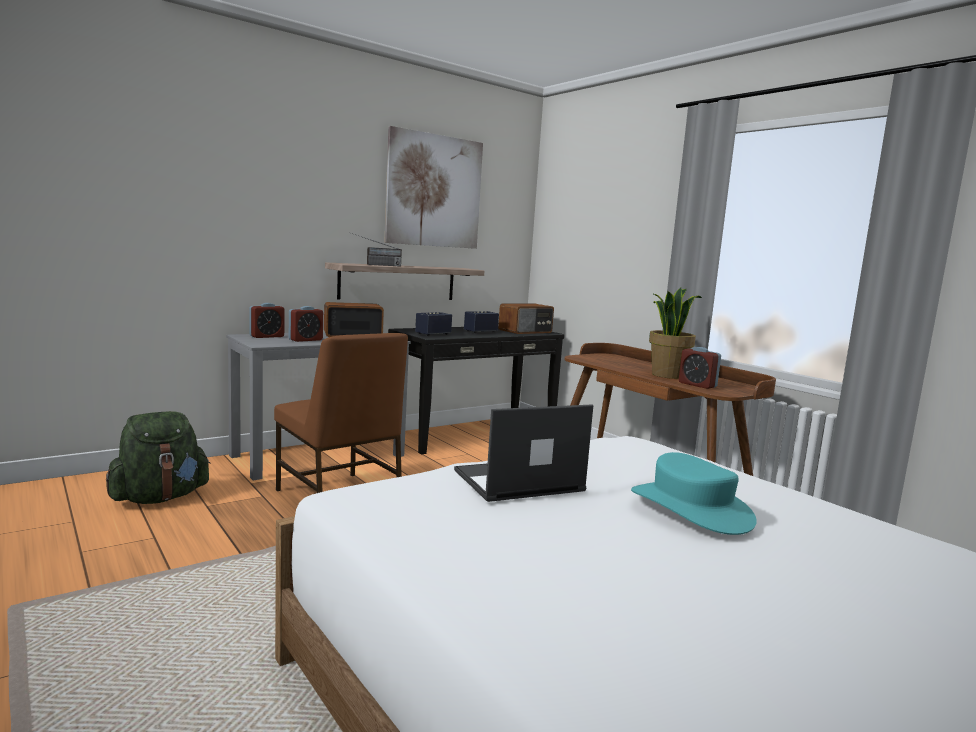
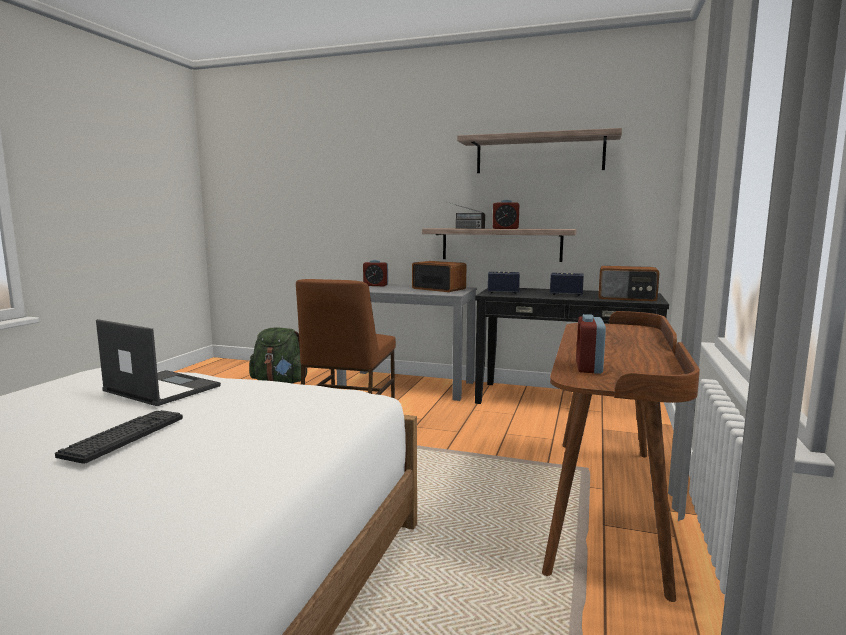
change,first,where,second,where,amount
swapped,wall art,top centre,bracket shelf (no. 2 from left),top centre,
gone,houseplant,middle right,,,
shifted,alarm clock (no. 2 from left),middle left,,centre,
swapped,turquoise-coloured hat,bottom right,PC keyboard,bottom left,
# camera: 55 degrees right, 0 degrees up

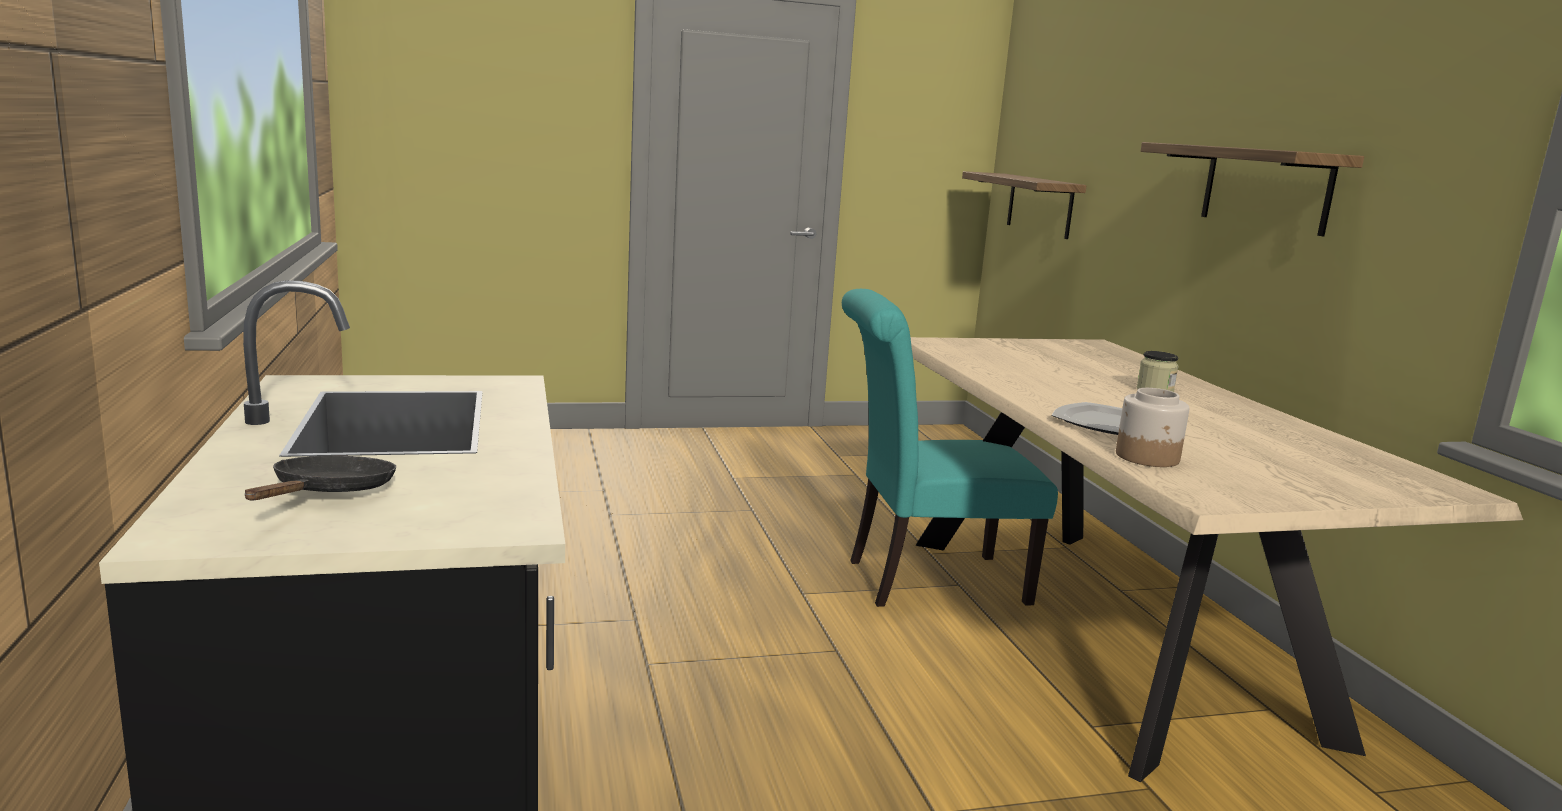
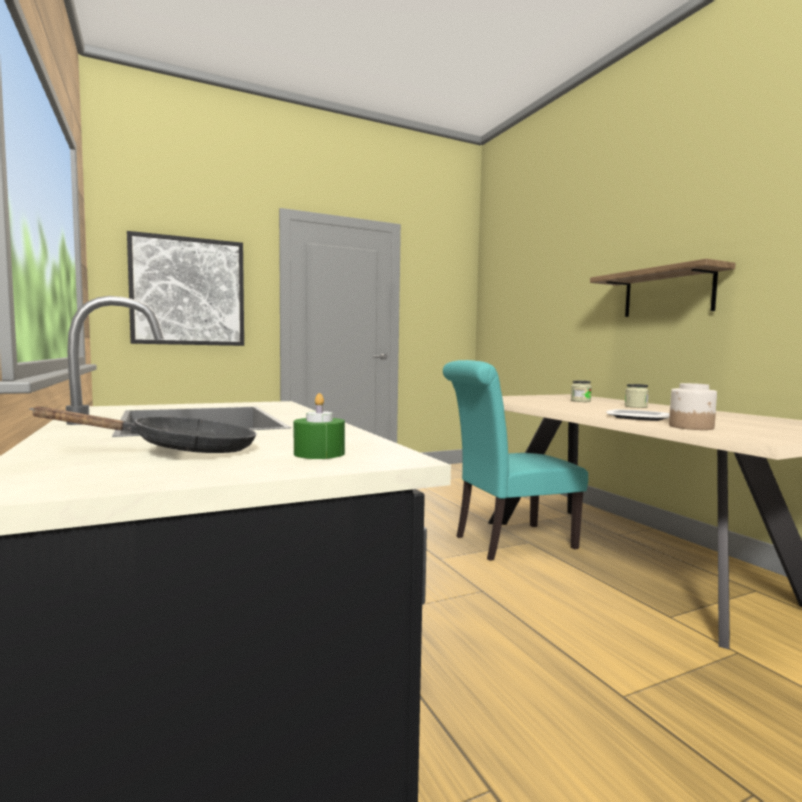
change,first,where,second,where,amount
gone,bracket shelf (no. 1 from left),top centre,,,
rotated,blackish pan,middle left,,middle left,75 degrees clockwise
new,,,wall art,middle left,
new,,,storage jar (no. 1 from left),middle right,
new,,,greenish wax light,centre,
# camera: 10 degrees left, 10 degrees down

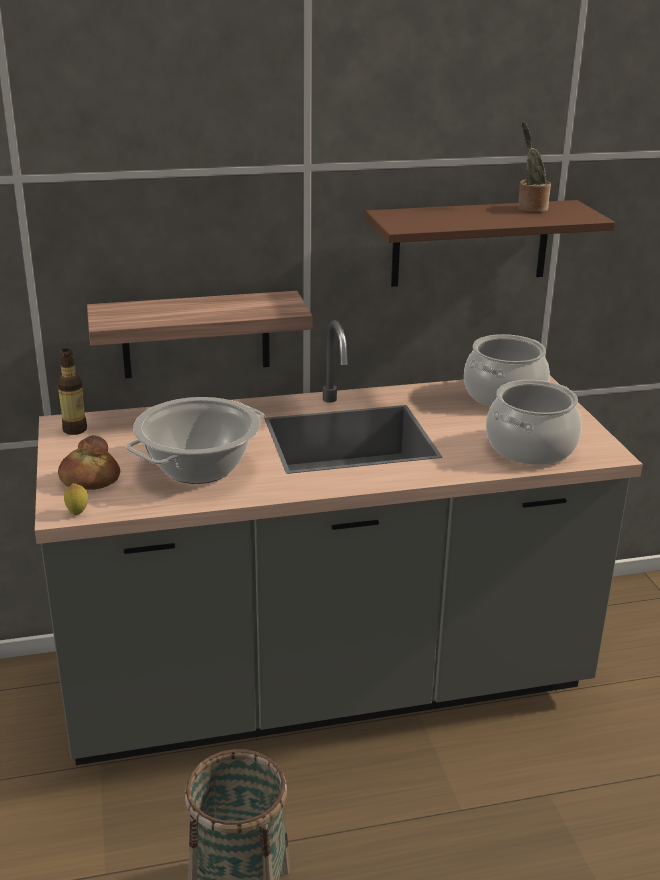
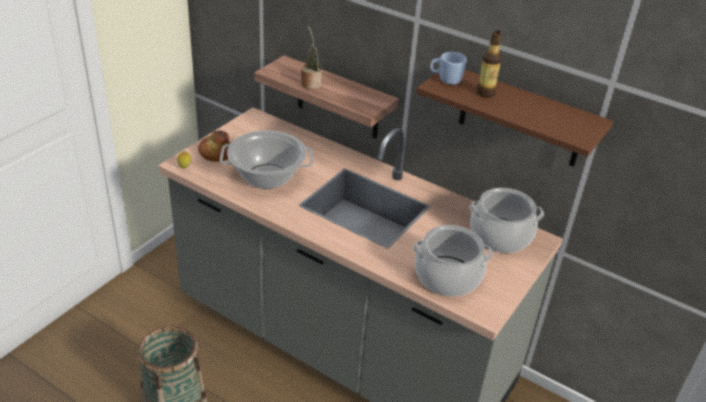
change,first,where,second,where,amount
shifted,houseplant,top right,,top centre,
shifted,drink bottle,middle left,,top right,
new,,,blue tea mug,top centre,
# camera: 45 degrees right, 10 degrees up

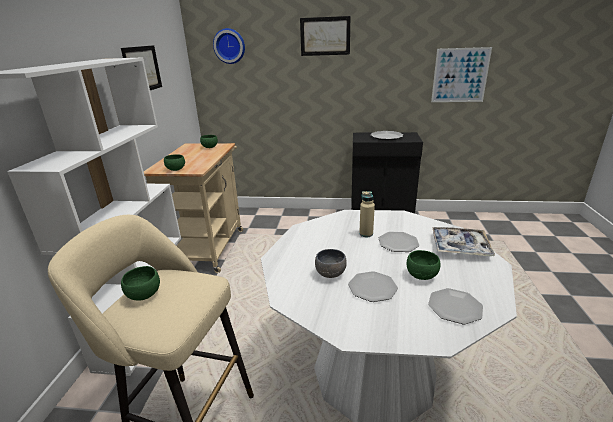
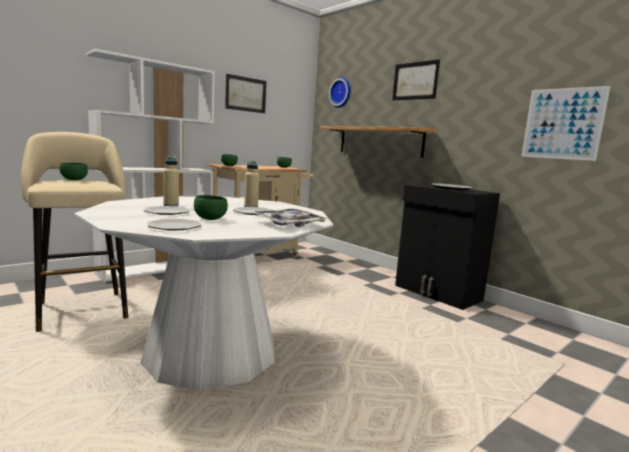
change,first,where,second,where,amount
swapped,grey bowl,centre,sand-coloured drink bottle (no. 1 from left),middle left,
new,,,bracket shelf,top centre,
# camera: 40 degrees right, 15 degrees down

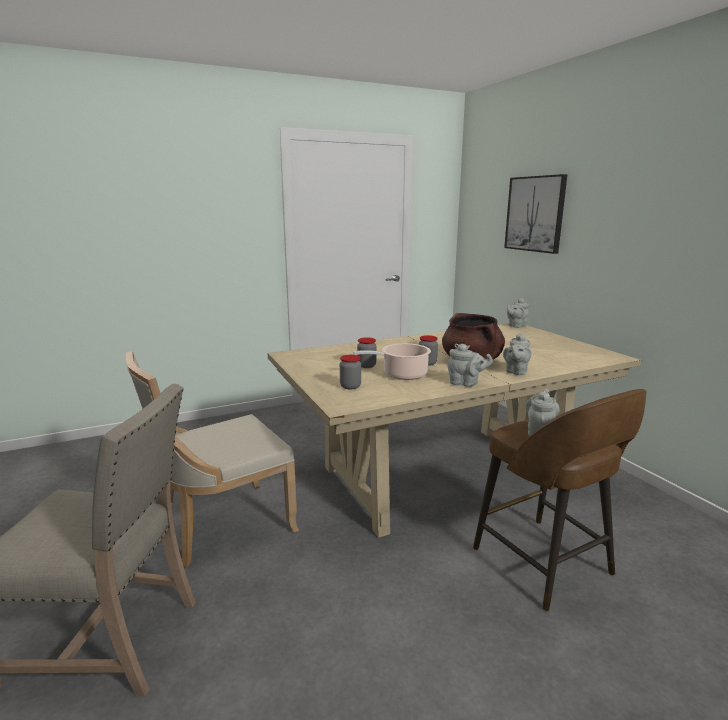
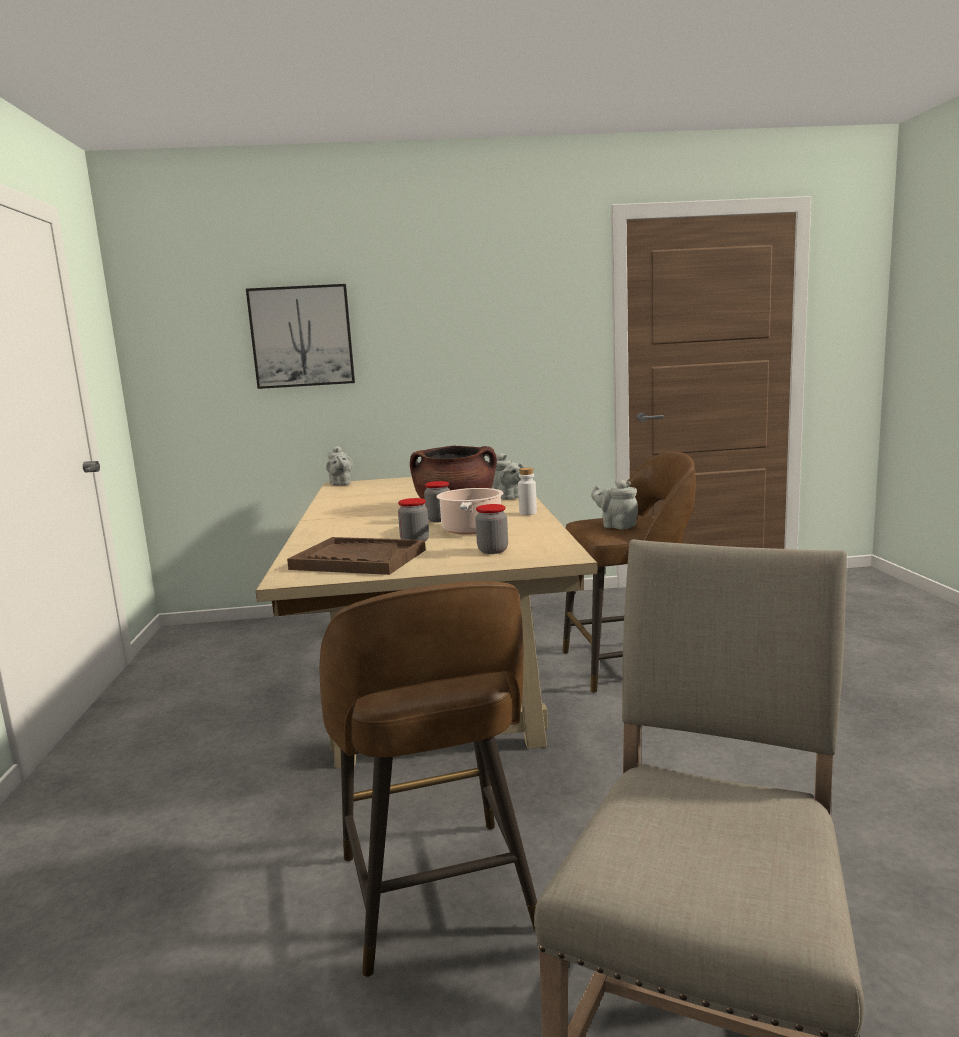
change,first,where,second,where,amount
swapped,grey teapot (no. 1 from left),centre,whitish drink bottle,centre,
swapped,sand-coloured plain chair (no. 2 from left),middle left,brownish stool seat (no. 1 from left),bottom centre,
new,,,brownish tray,centre,
# camera: 70 degrees left, 5 degrees down

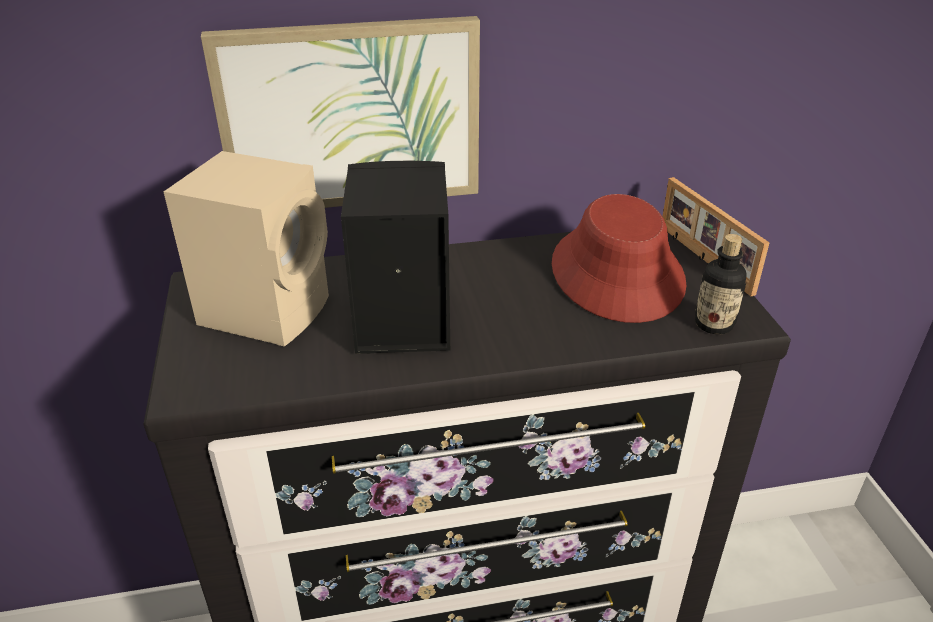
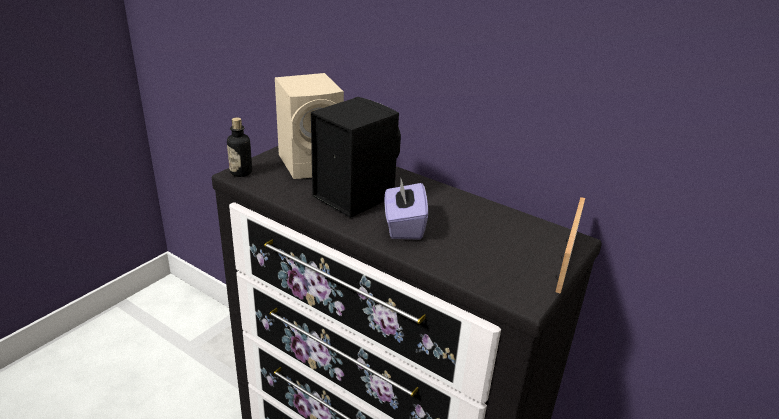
change,first,where,second,where,amount
gone,wall art,top centre,,,
gone,reddish hat,centre,,,
shifted,drink bottle,middle right,,middle left,
new,,,purple-coloured box of tissues,centre,
# camera: 45 degrees right, 5 degrees down

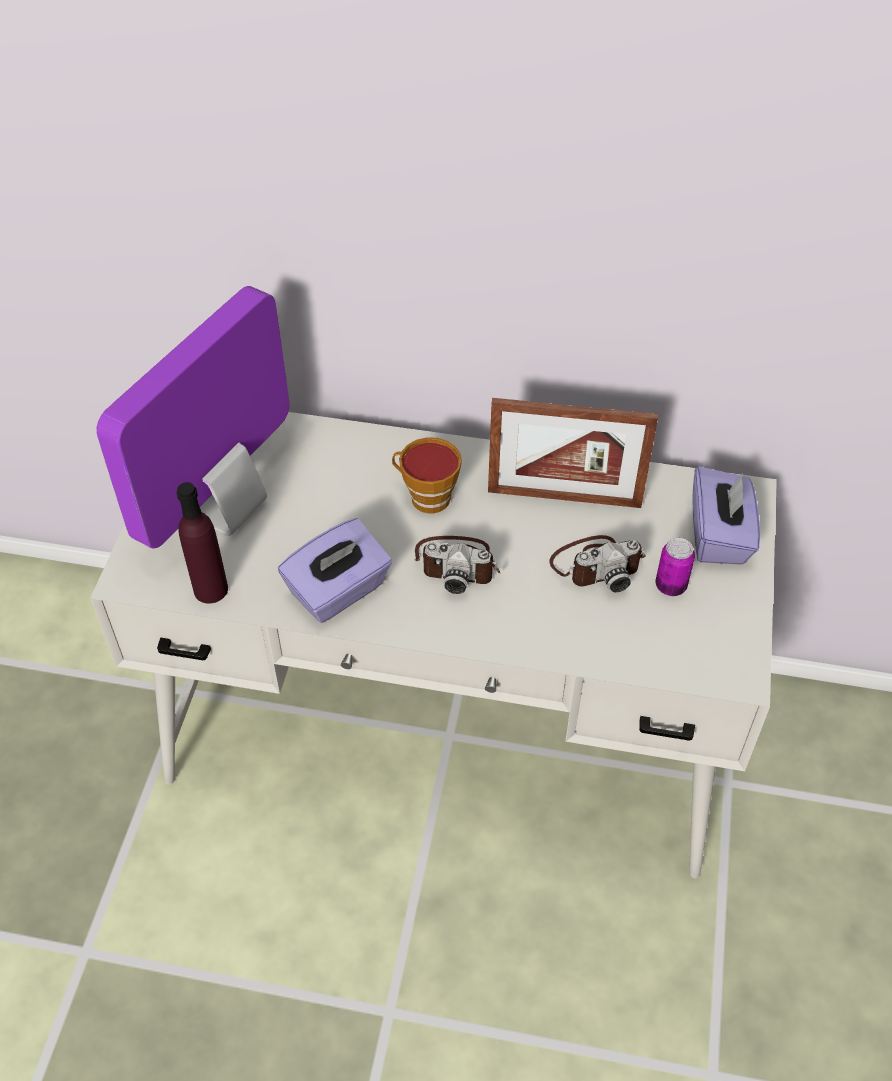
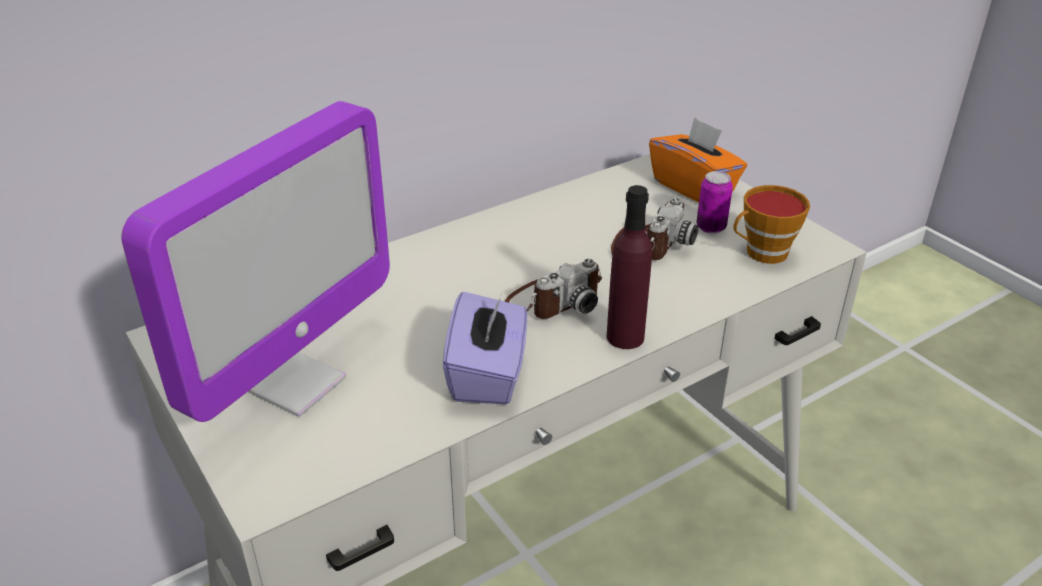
change,first,where,second,where,amount
rotated,computer display,middle left,,middle left,135 degrees counterclockwise
gone,photo frame,centre,,,
shifted,small cup,centre,,middle right,
repainted,purple-coloured box of tissues (no. 2 from left),middle right,orange box of tissues,top right,
shifted,purple-coloured drink bottle,middle left,,centre,
# camera: 45 degrees left, 15 degrees down

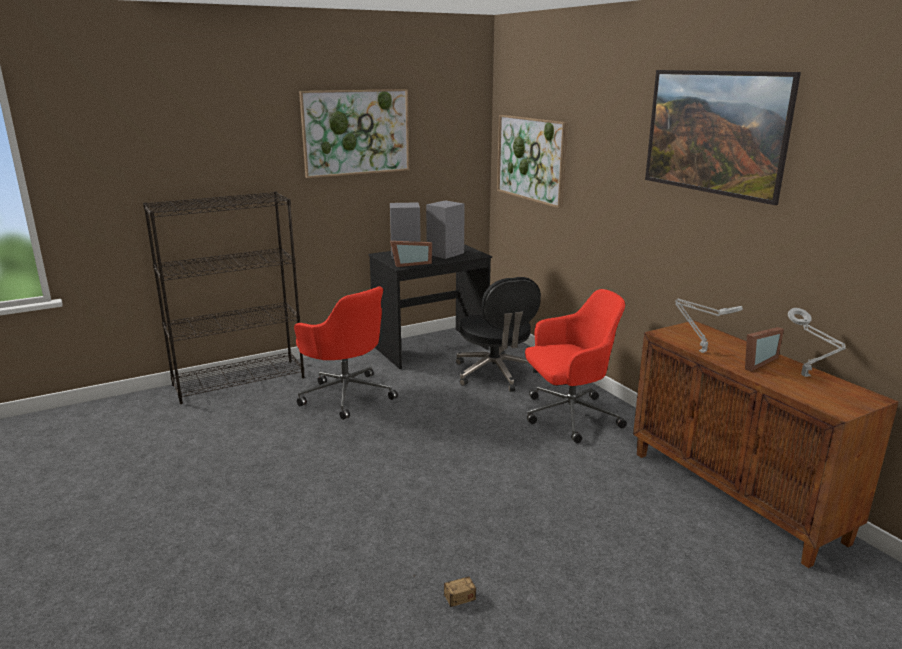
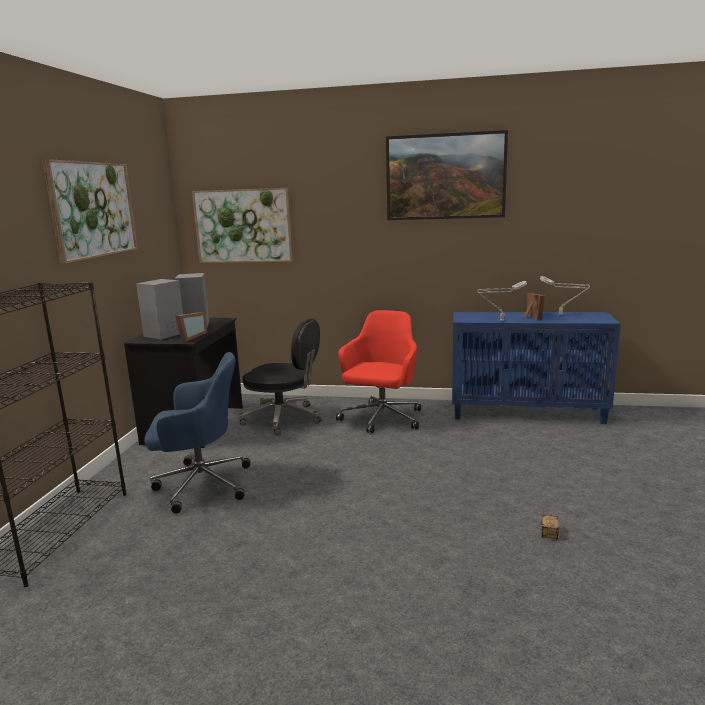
change,first,where,second,where,amount
repainted,reddish office chair (no. 1 from left),centre,blue office chair,middle left,
repainted,brownish storage cabinet,bottom right,blue storage cabinet,middle right,
# camera: 50 degrees left, 5 degrees down

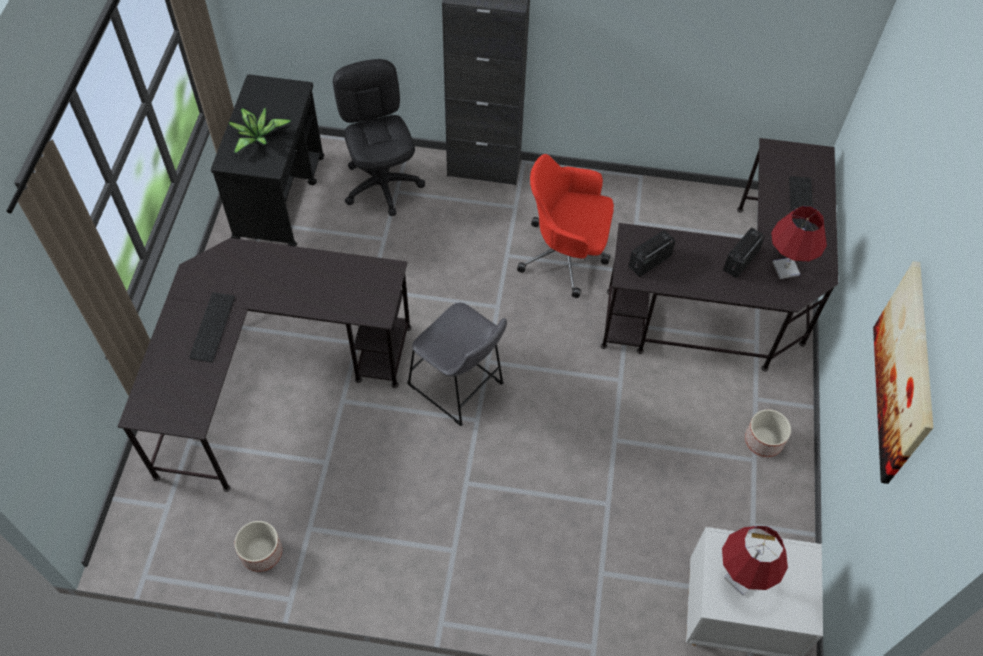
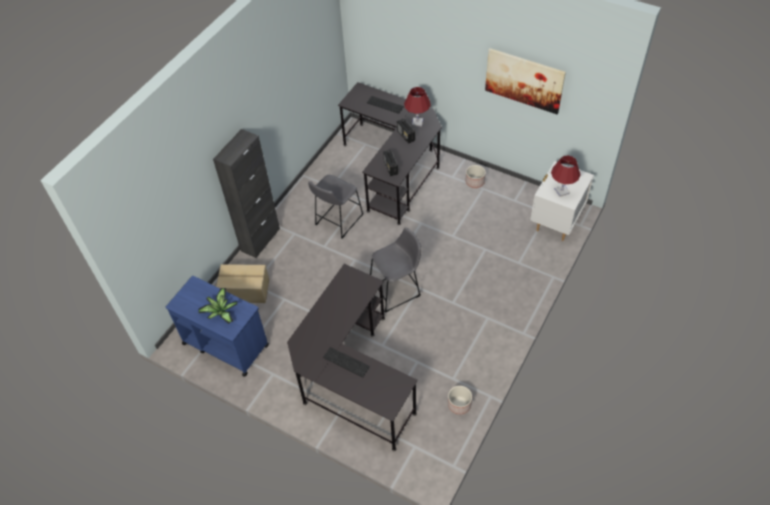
change,first,where,second,where,amount
swapped,blackish office chair,top centre,packing box,middle left,
repainted,blackish cart,top left,blue cart,middle left,
swapped,reddish office chair,centre,grey stool seat (no. 1 from left),centre,
# camera: 65 degrees left, 5 degrees down

